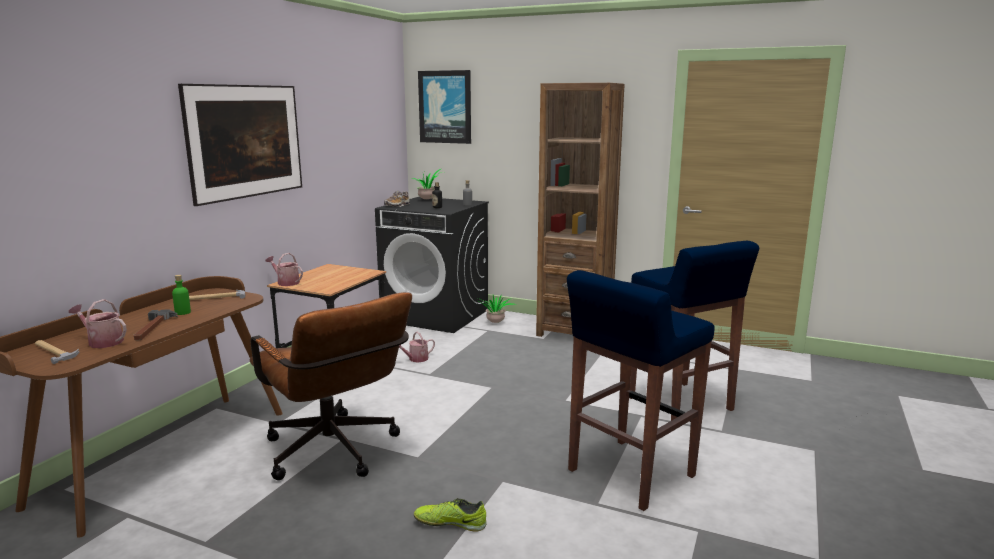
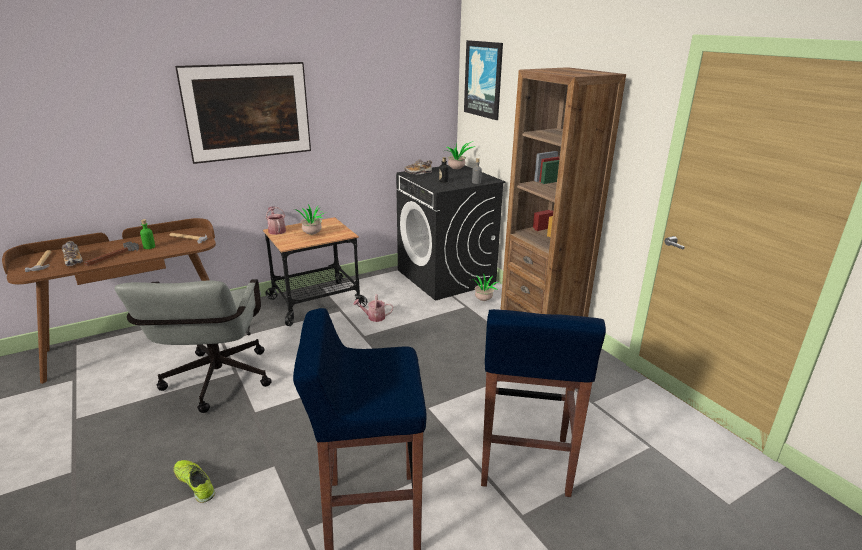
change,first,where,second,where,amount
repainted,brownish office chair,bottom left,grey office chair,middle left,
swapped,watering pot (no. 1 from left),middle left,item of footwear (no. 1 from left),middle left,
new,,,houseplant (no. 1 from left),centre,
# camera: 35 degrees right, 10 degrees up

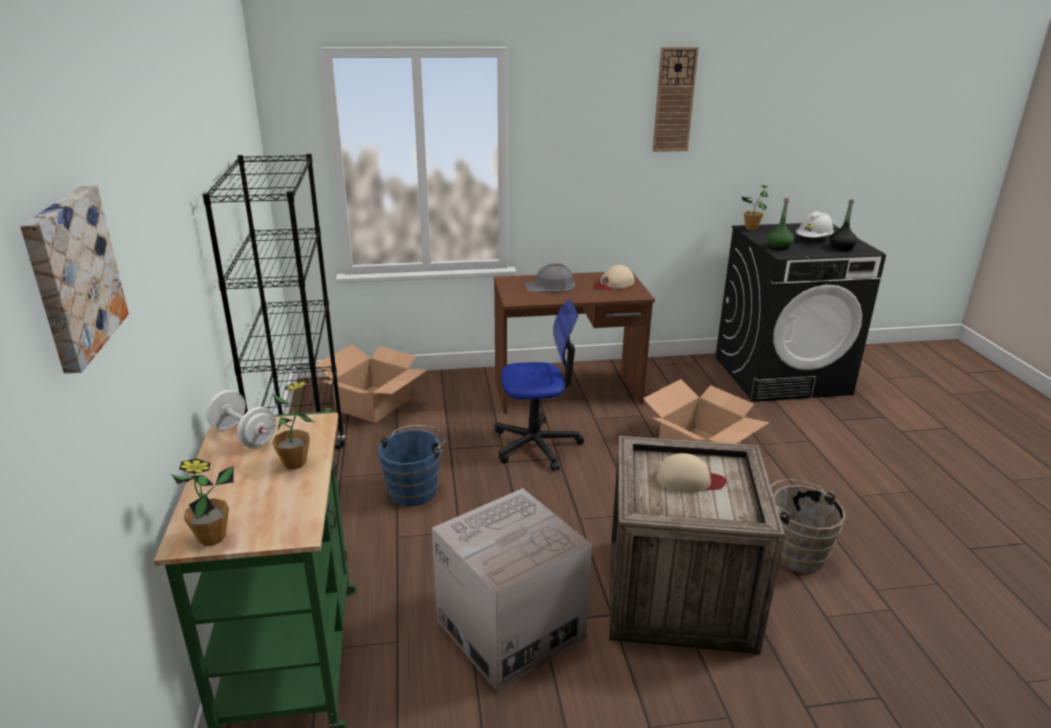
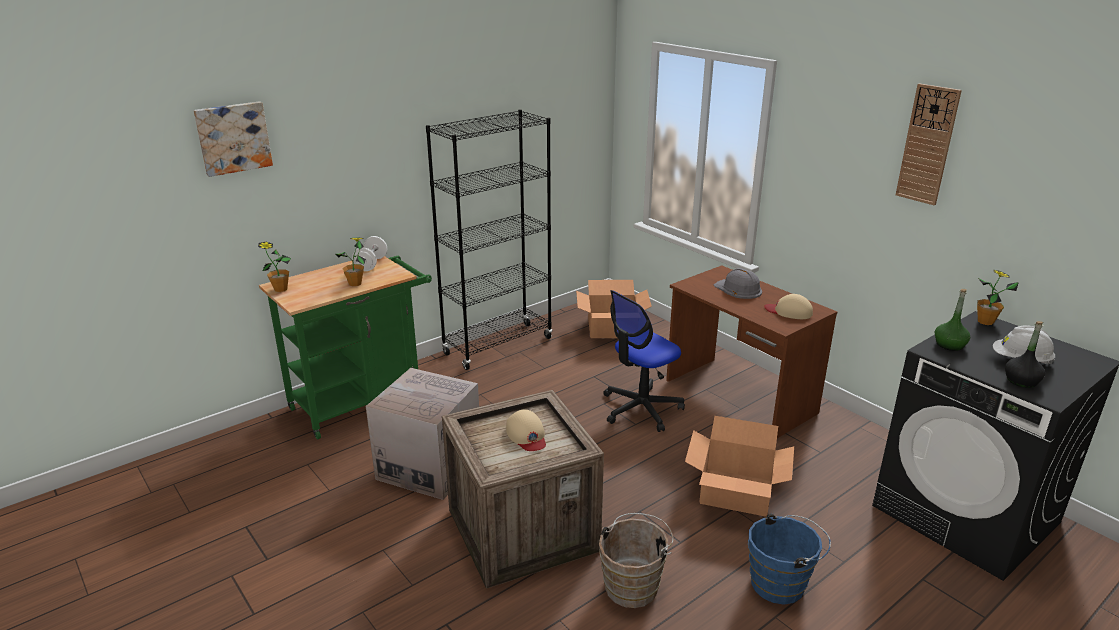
change,first,where,second,where,amount
rotated,office chair,centre,,centre,90 degrees clockwise
shifted,blue pail,centre,,bottom right,
# camera: 60 degrees right, 0 degrees up

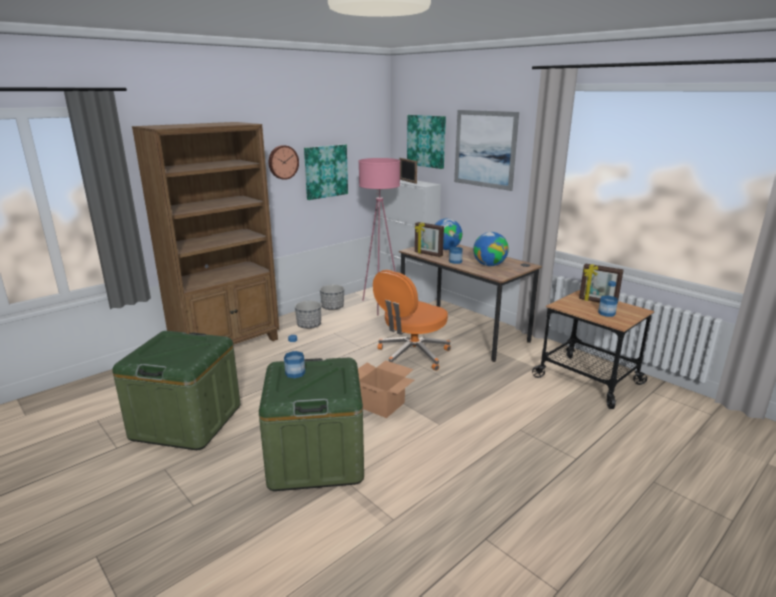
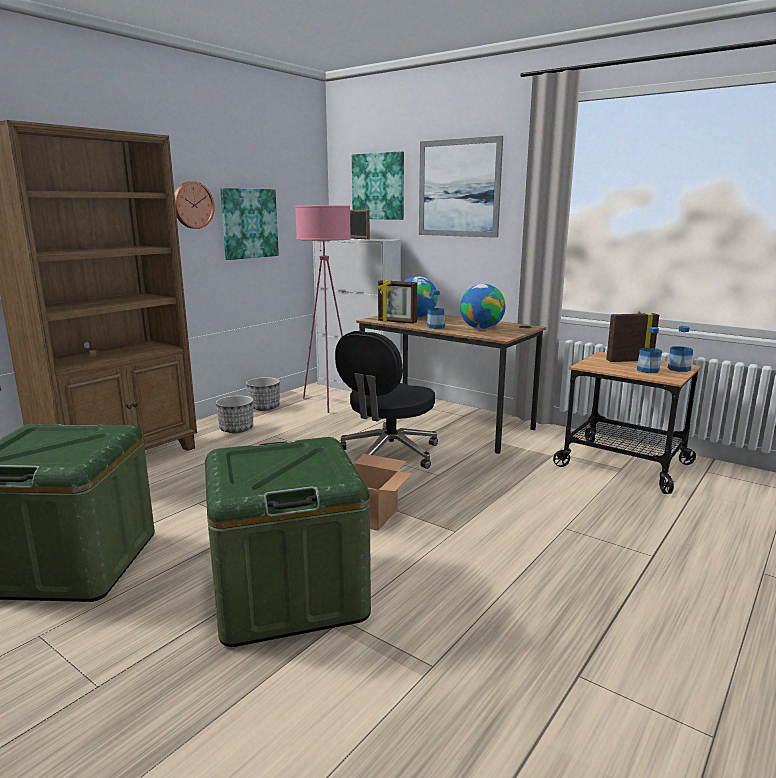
change,first,where,second,where,amount
rotated,photo frame (no. 3 from left),middle right,,middle right,150 degrees clockwise
repainted,orange office chair,centre,blackish office chair,centre,
shifted,drink bottle (no. 1 from left in the first image),centre,drink bottle (no. 3 from left),middle right,
# camera: 10 degrees left, 5 degrees down

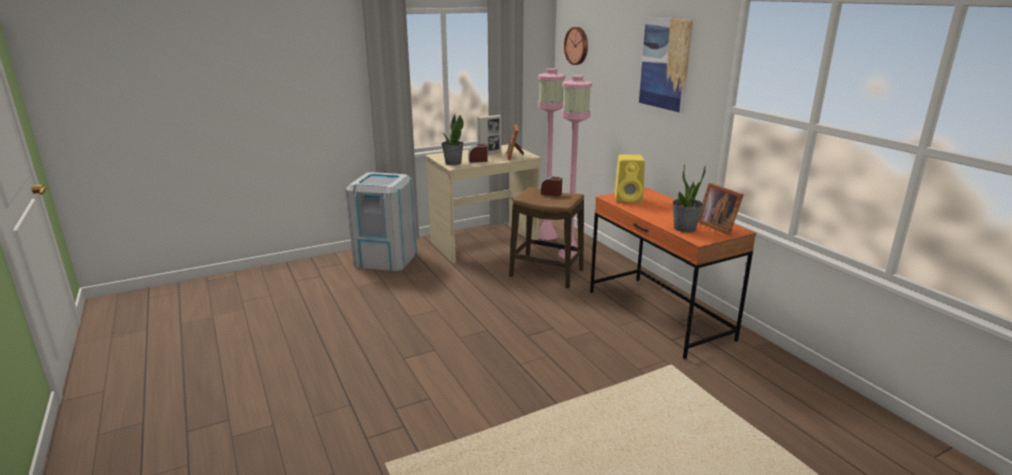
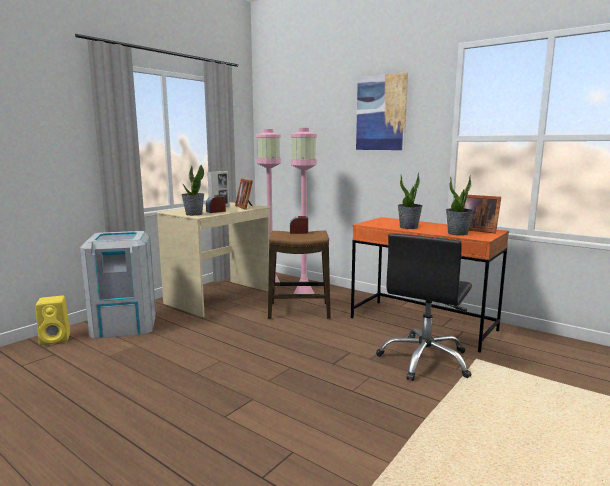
change,first,where,second,where,amount
gone,wall clock,top centre,,,
shifted,yellow-coloured speaker,centre,,middle left,
new,,,houseplant (no. 2 from left),middle right,
new,,,blackish office chair,middle right,
# camera: 25 degrees left, 10 degrees down

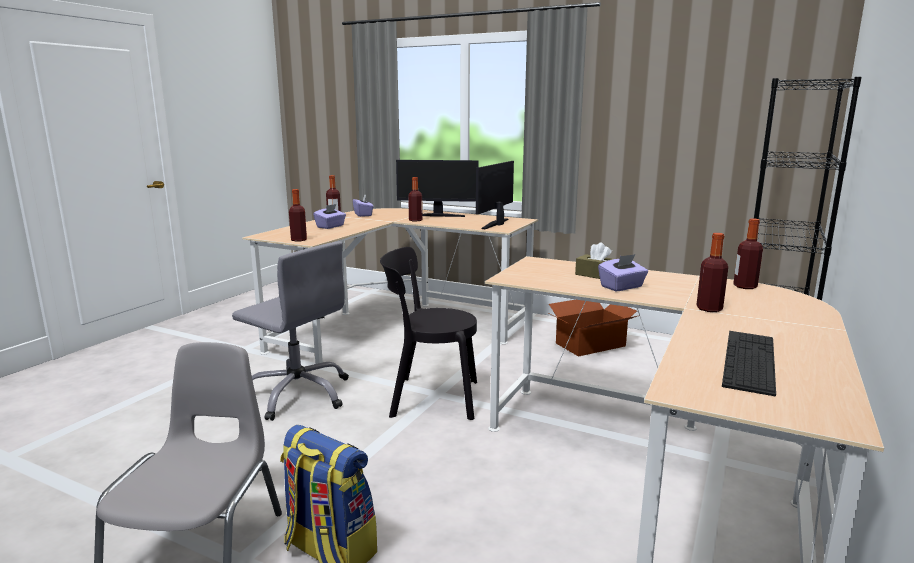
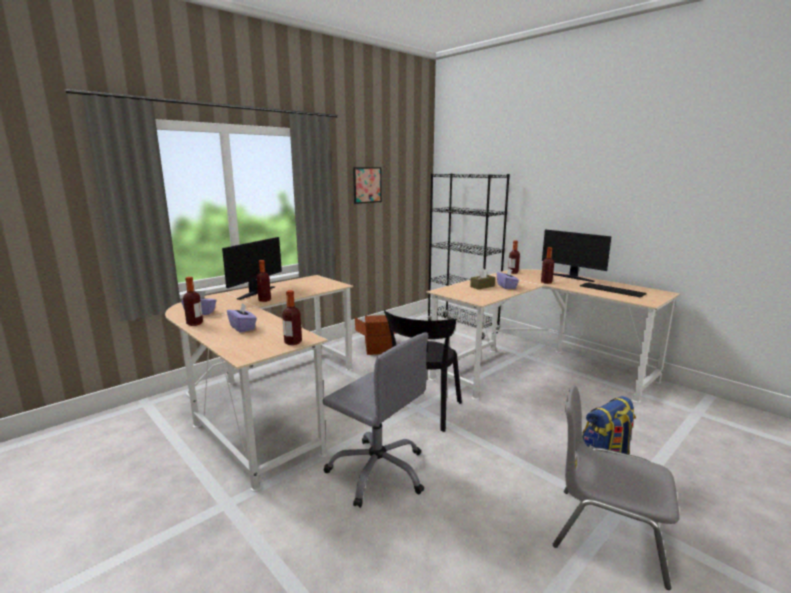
change,first,where,second,where,amount
shifted,computer display (no. 2 from left),centre,,middle right,
rotated,grey office chair,middle left,,bottom centre,75 degrees clockwise
new,,,wall art,top centre,
# camera: 70 degrees left, 0 degrees up

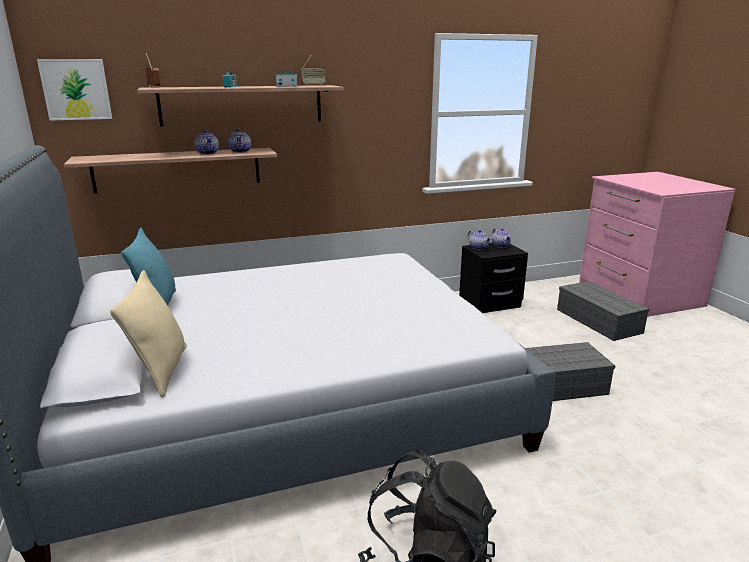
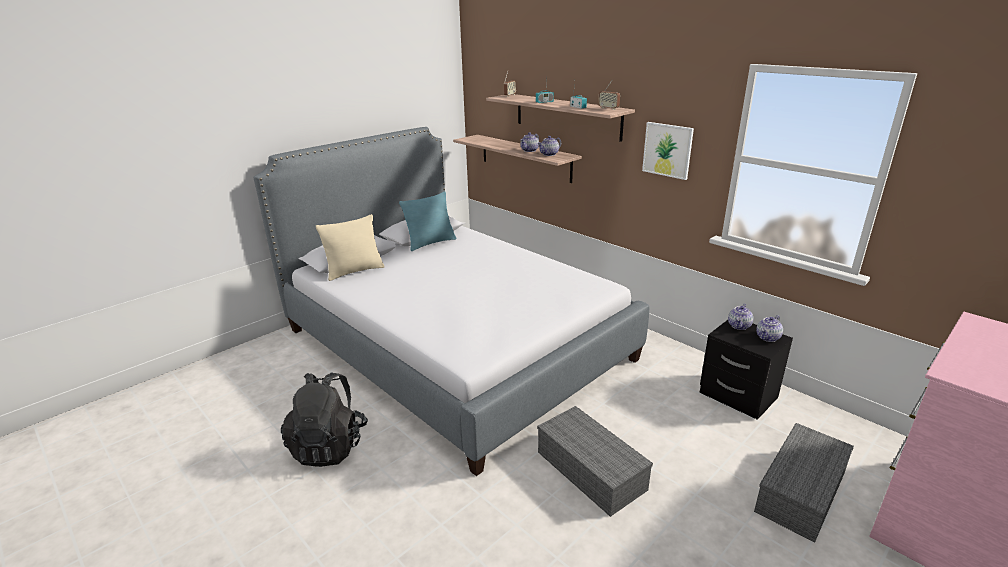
change,first,where,second,where,amount
shifted,wall art,top left,,top centre,
# camera: 65 degrees right, 5 degrees up

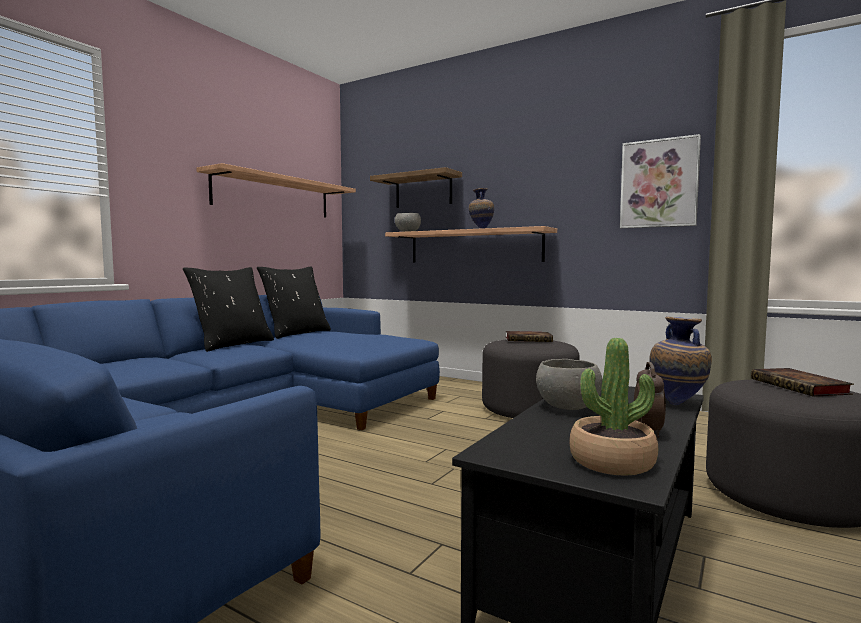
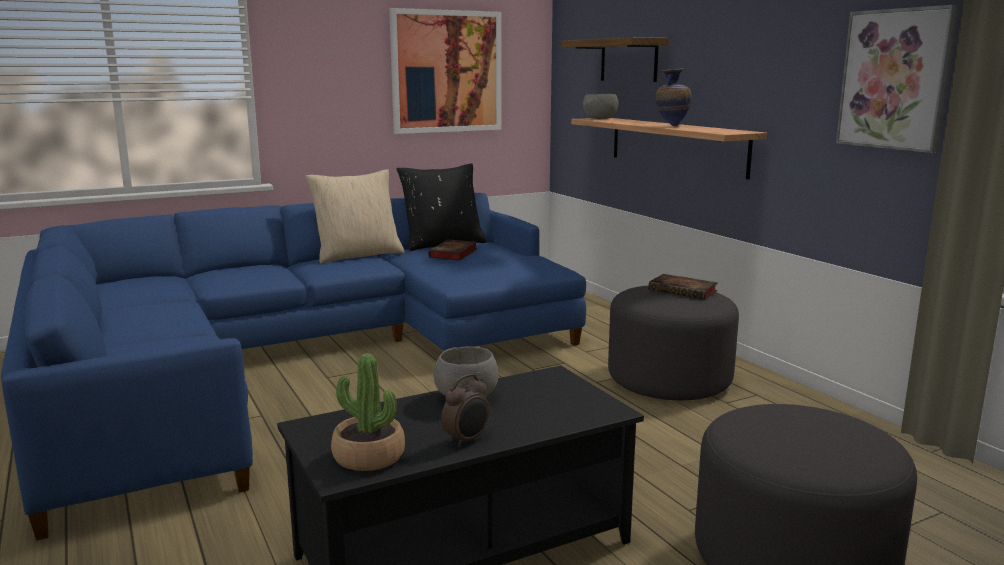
change,first,where,second,where,amount
swapped,bracket shelf (no. 1 from left),top left,wall art (no. 1 from left),top centre,
repainted,blackish cushion (no. 1 from left),middle left,sand-coloured cushion,centre,
gone,flower vase (no. 2 from left),middle right,,,
shifted,bound book (no. 2 from left in the first image),middle right,bound book (no. 1 from left),centre,
# camera: 30 degrees right, 10 degrees up

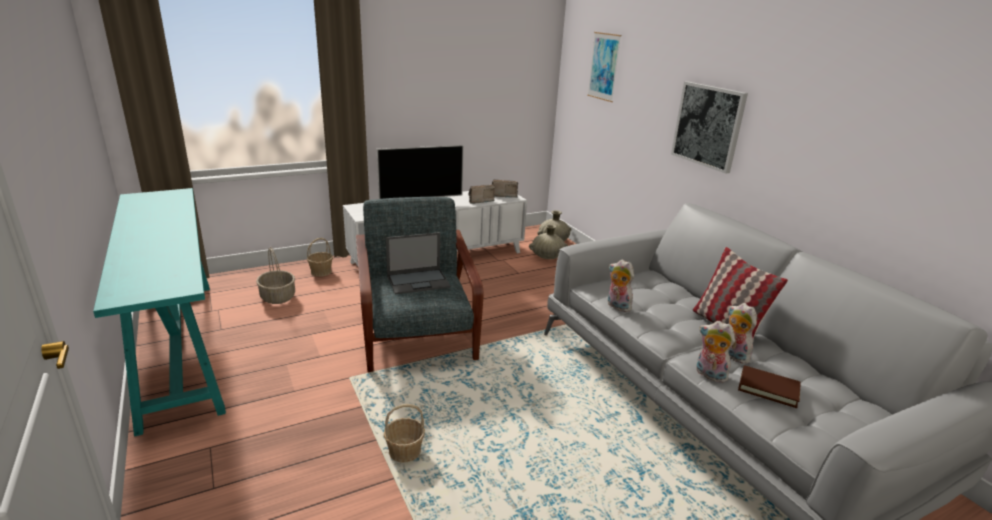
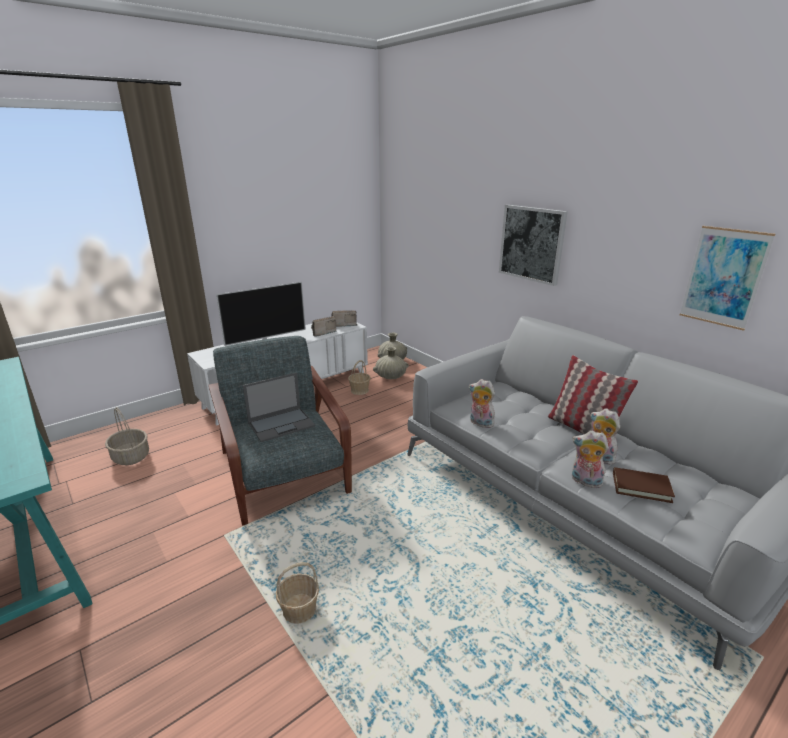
change,first,where,second,where,amount
shifted,wall art (no. 1 from left in the first image),top centre,wall art (no. 2 from left),middle right,
shifted,household basket (no. 2 from left in the first image),middle left,household basket (no. 3 from left),centre,
# camera: 10 degrees left, 0 degrees up

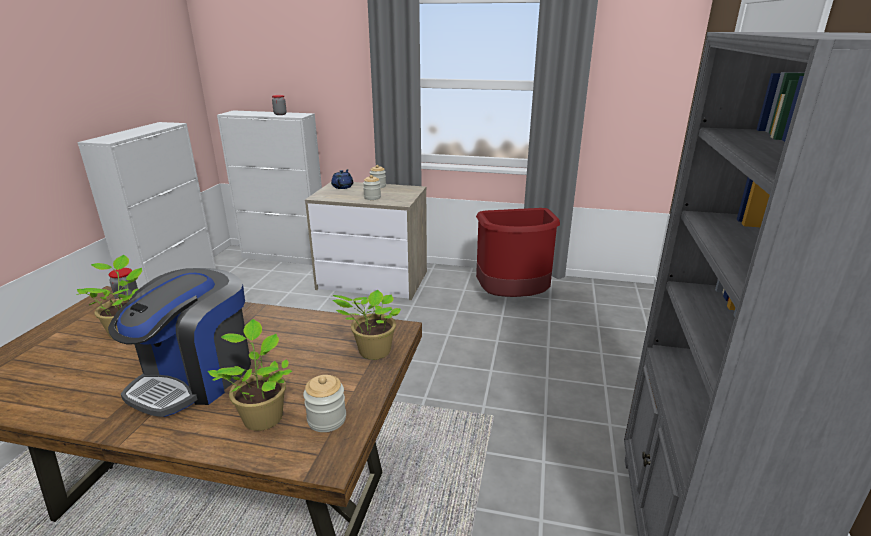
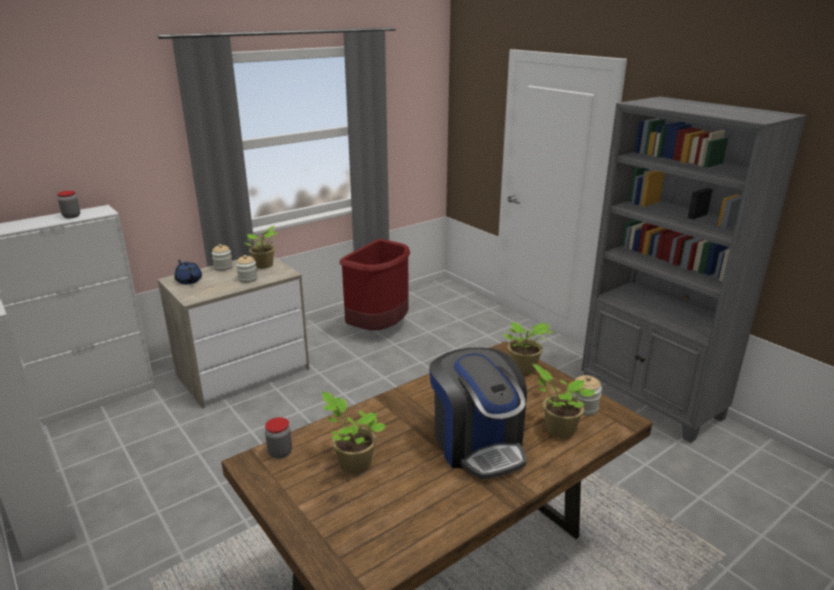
change,first,where,second,where,amount
new,,,houseplant (no. 1 from left),middle left,
# camera: 50 degrees left, 0 degrees up

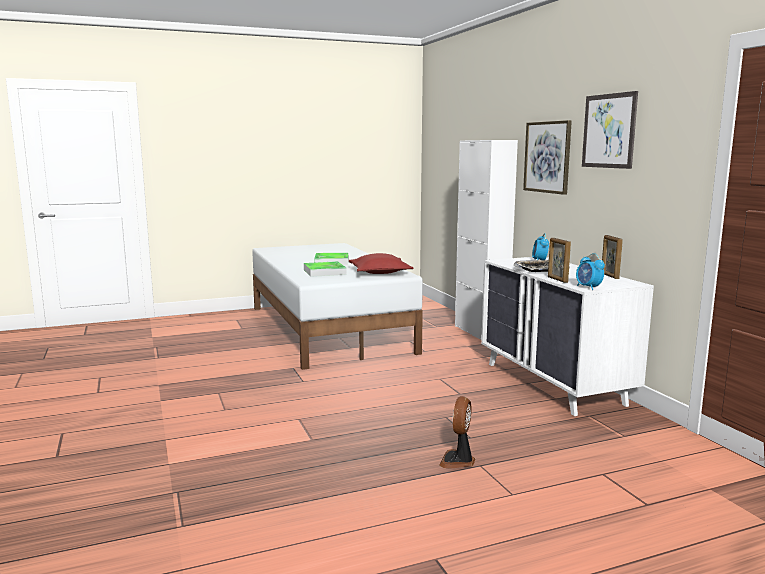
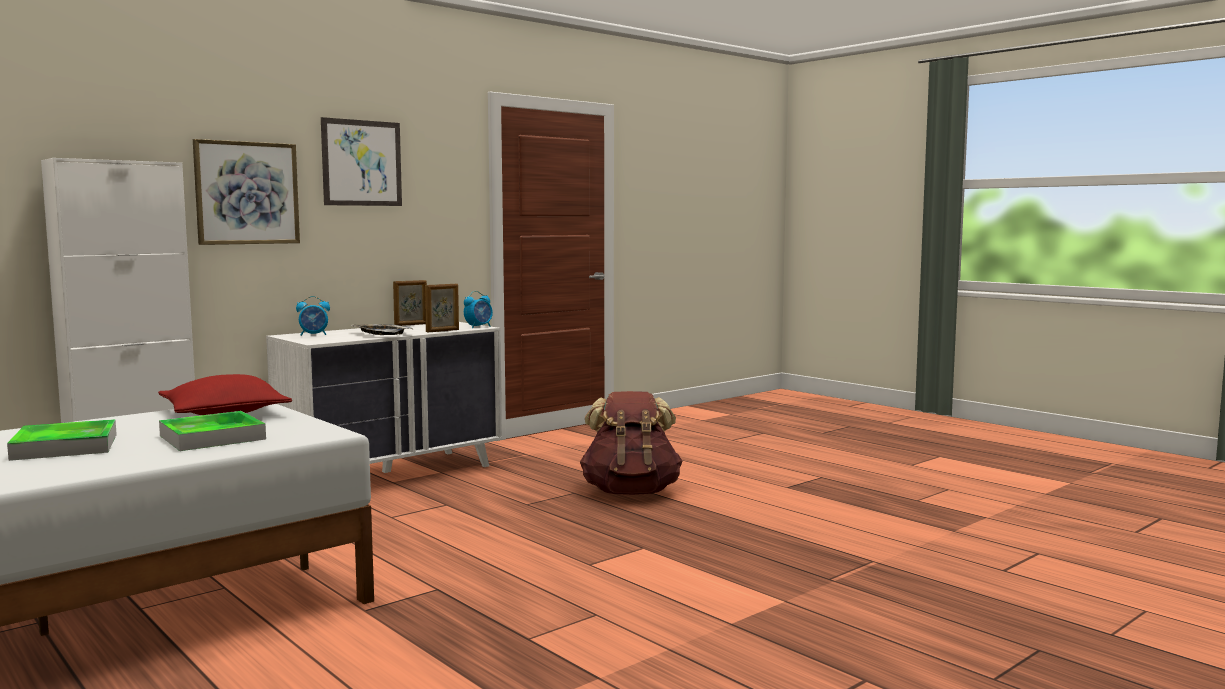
change,first,where,second,where,amount
swapped,electric fan,bottom centre,brownish knapsack,centre,
# camera: 110 degrees left, 5 degrees down

